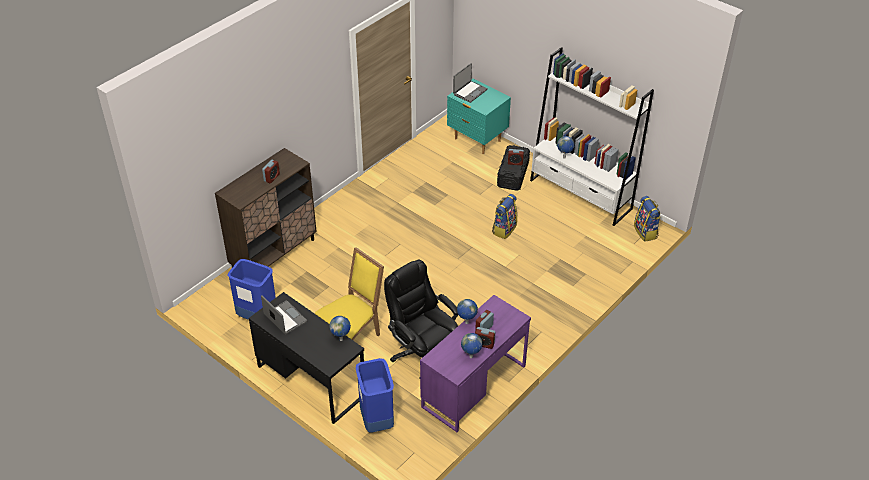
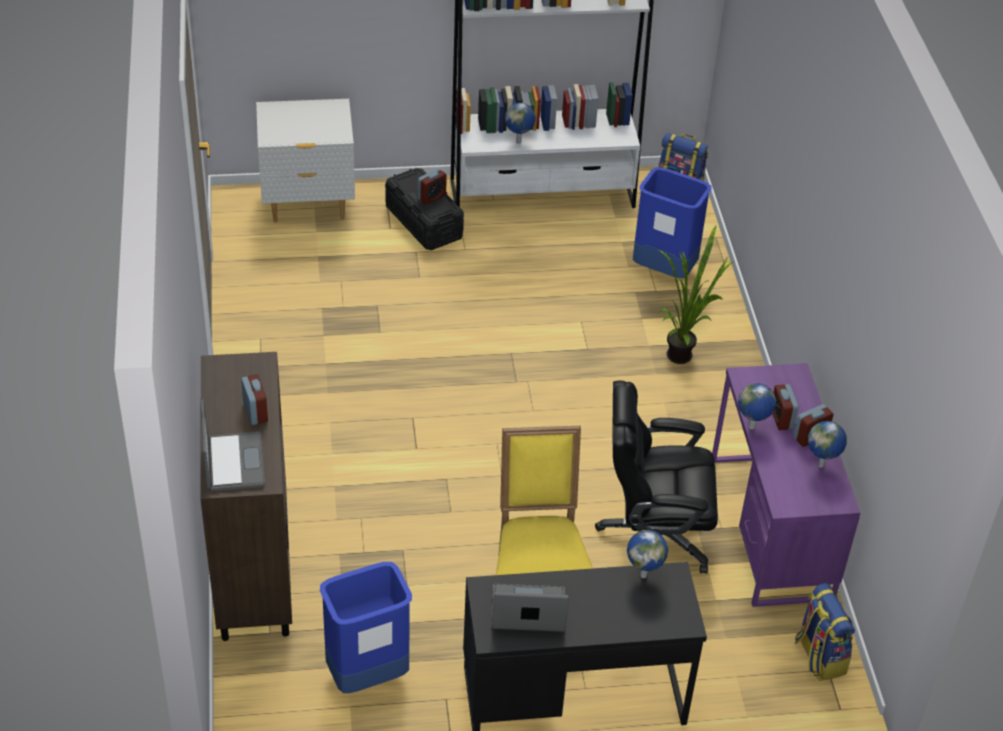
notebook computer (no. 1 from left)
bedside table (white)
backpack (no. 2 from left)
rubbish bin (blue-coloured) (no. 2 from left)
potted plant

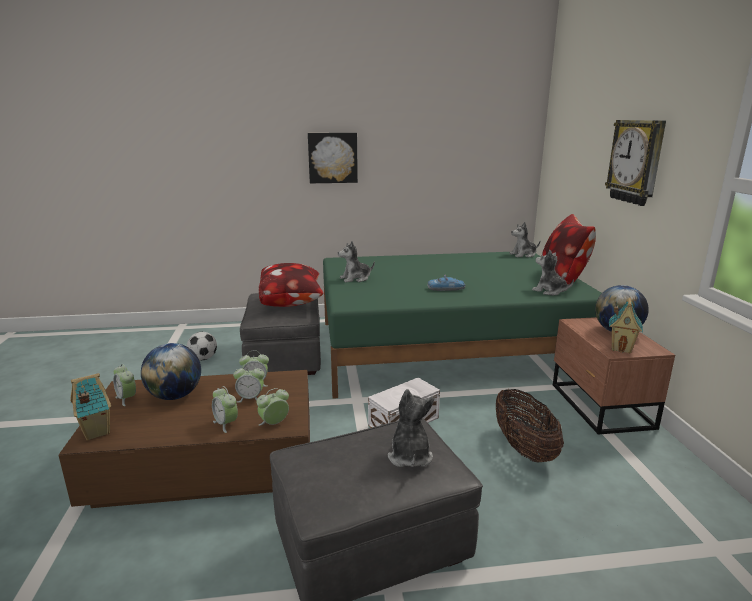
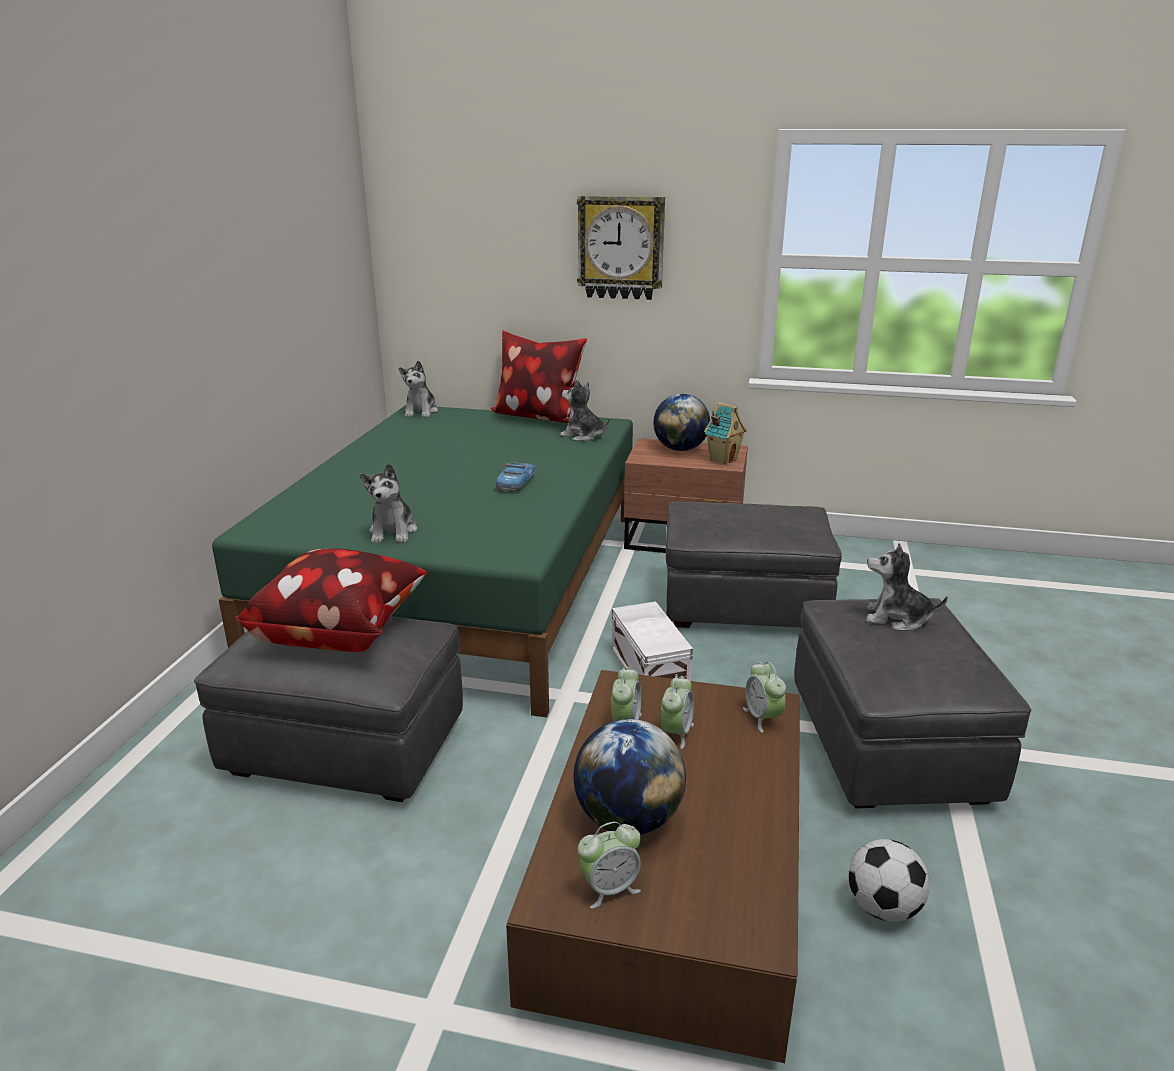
wall art
plush toy (no. 3 from left)
ball for football
miniature house (no. 1 from left in the first image)
bedside clock (no. 2 from left in the first image)
pouffe (gray) (no. 2 from left)

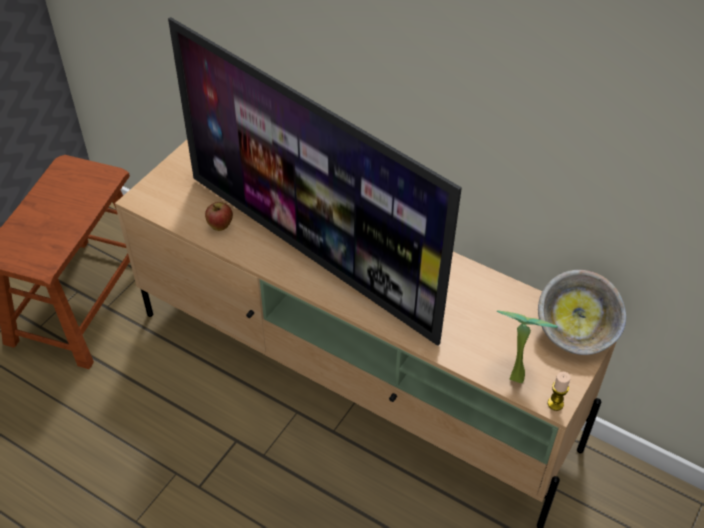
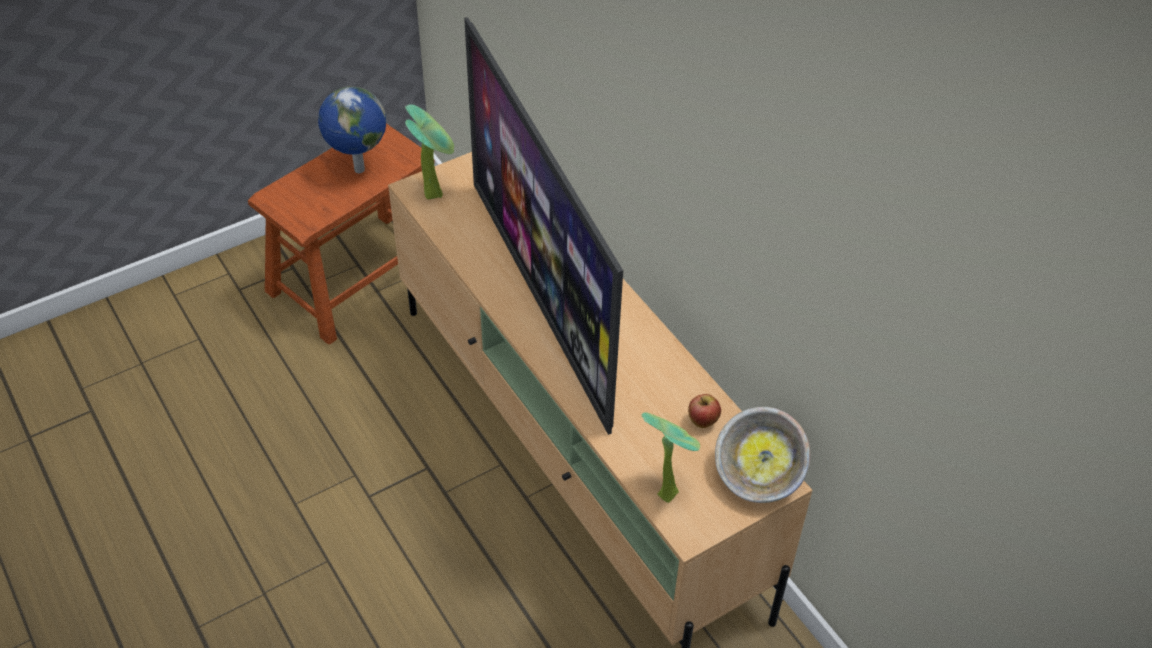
whole apple
wax candle
globe
potted plant (no. 1 from left)

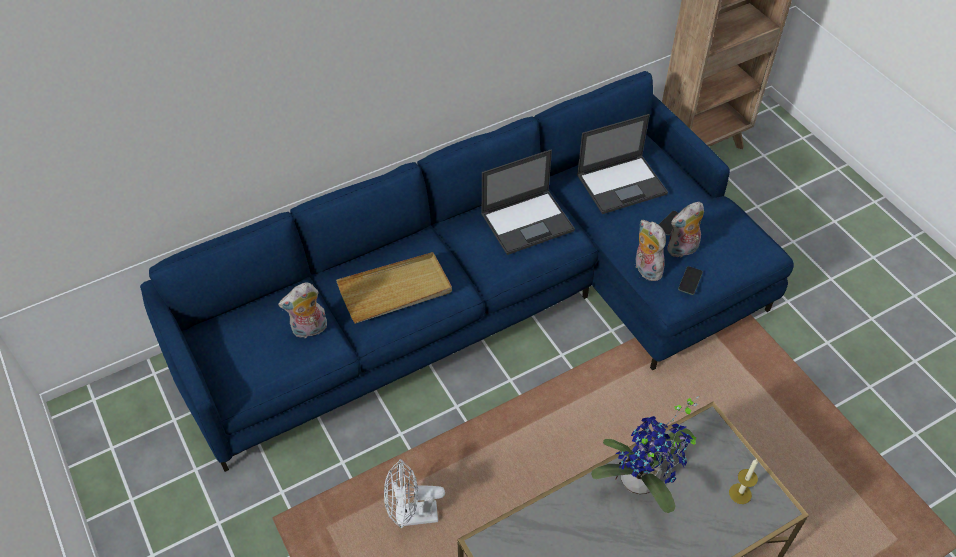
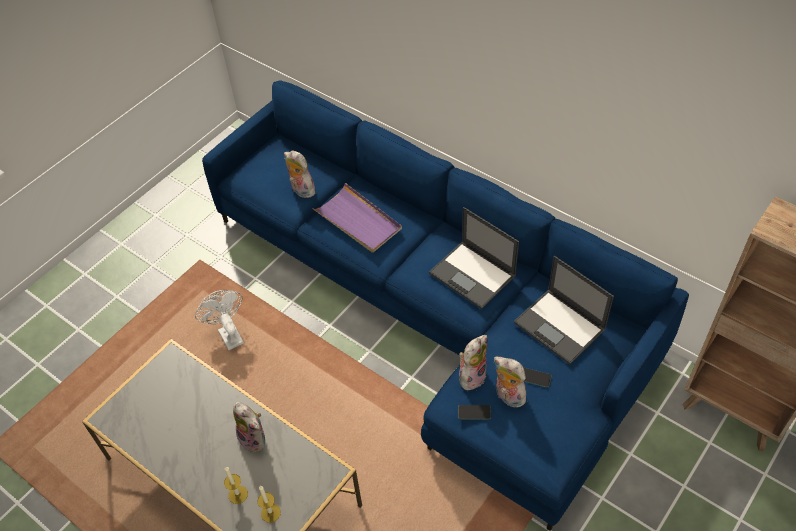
tray (purple-coloured)
plush toy (no. 1 from left)
wax candle (no. 1 from left)

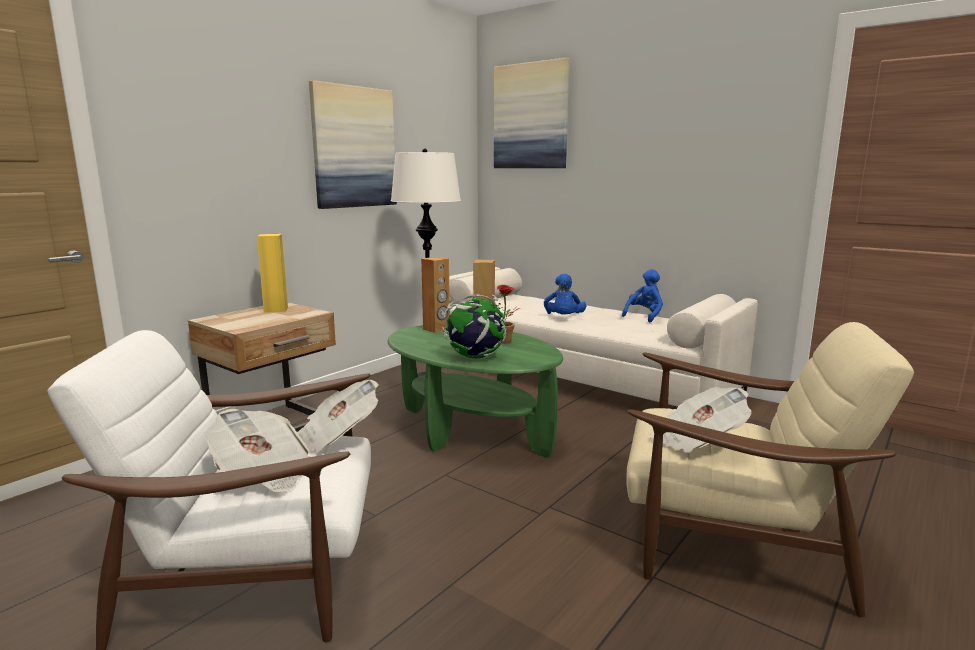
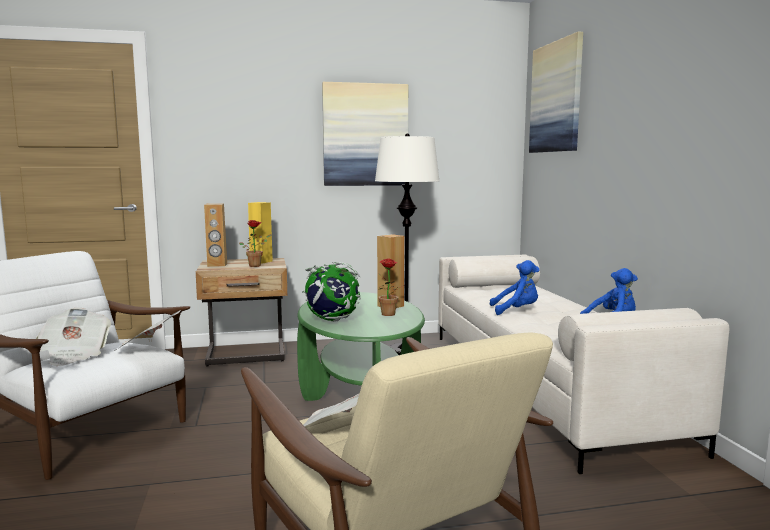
speaker (brownish) (no. 1 from left)
plush toy (blue-coloured) (no. 1 from left)
potted plant (no. 1 from left)

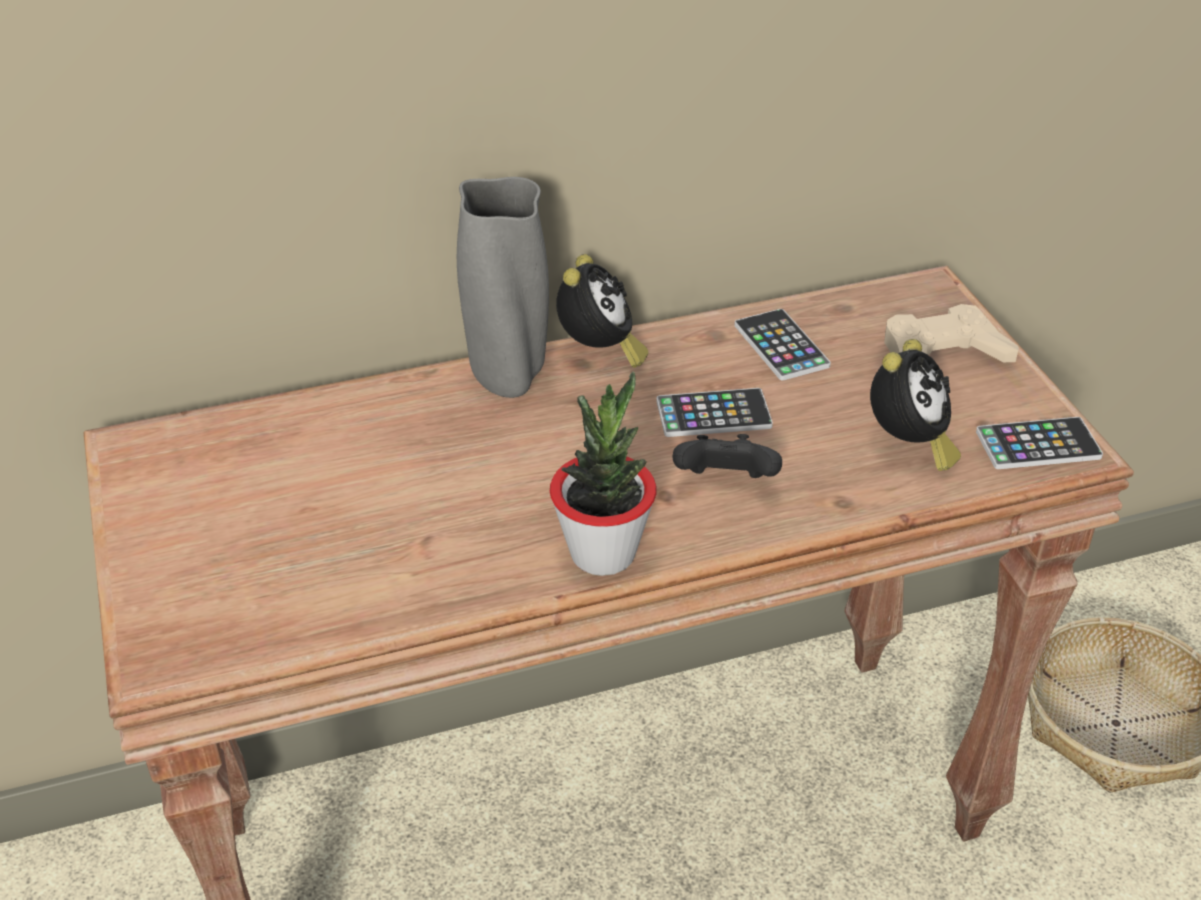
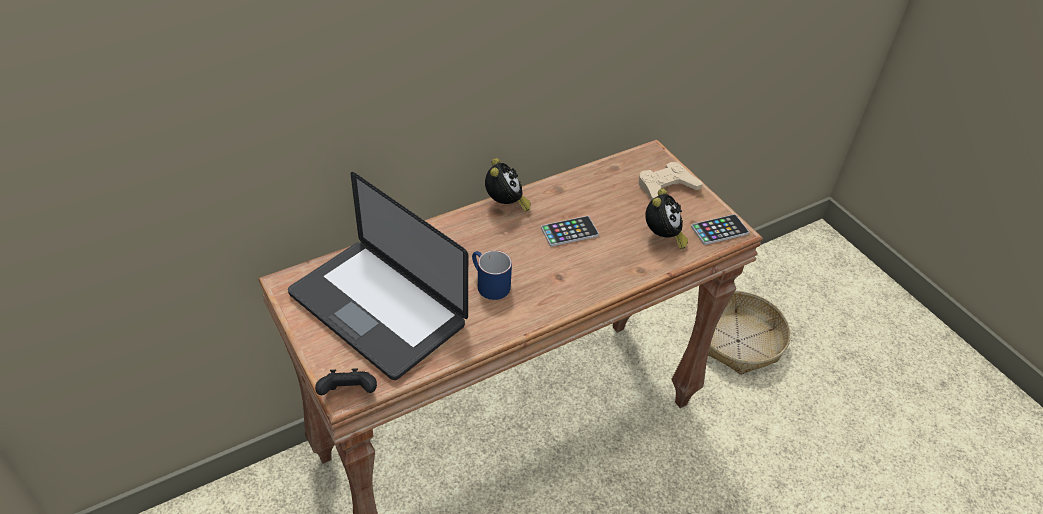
vase (gray)
handset (no. 2 from left in the first image)
potted plant
gamepad (black)
notebook computer
tea mug (blue-coloured)

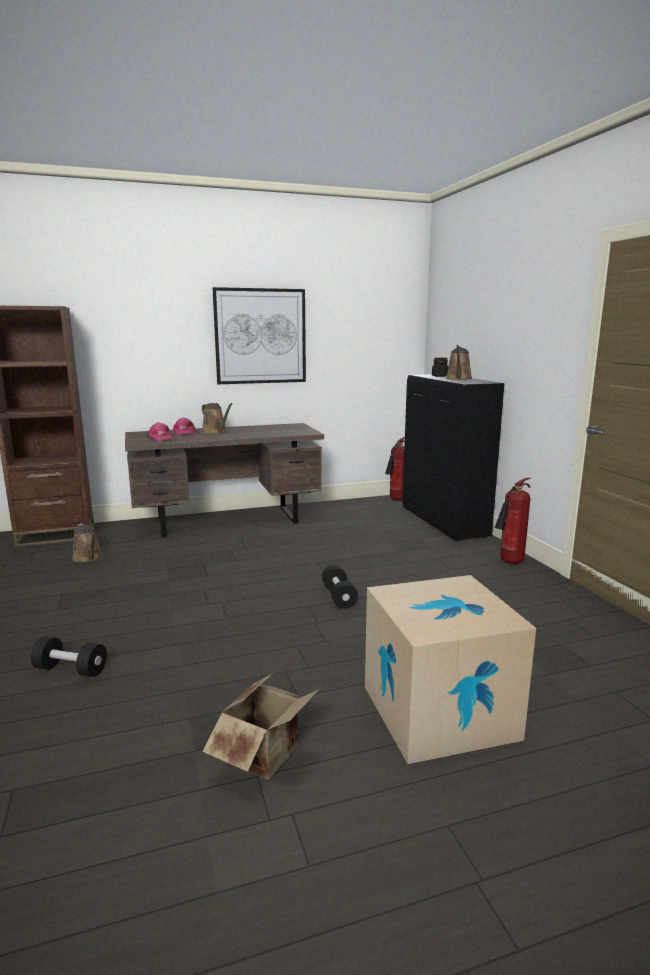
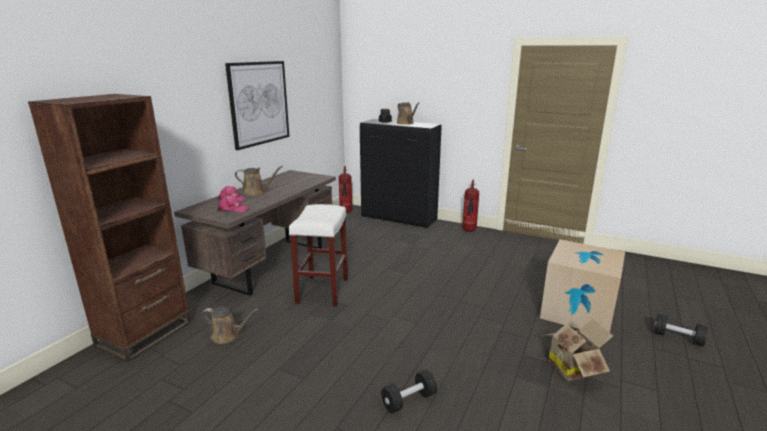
free weight (black) (no. 2 from left)
sitting stool (white)

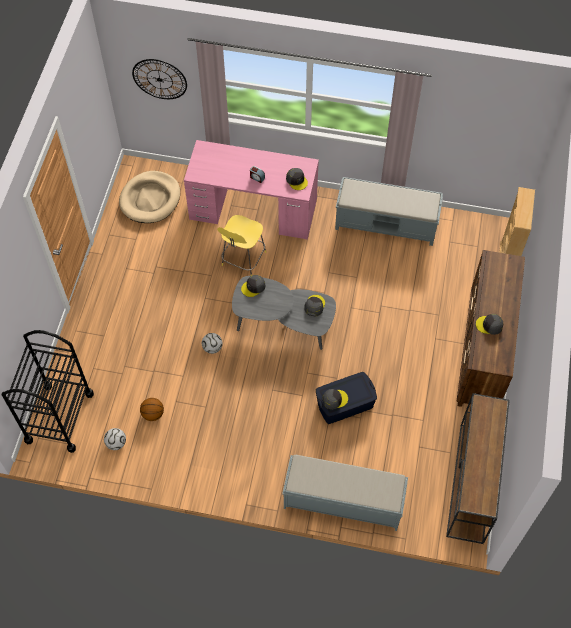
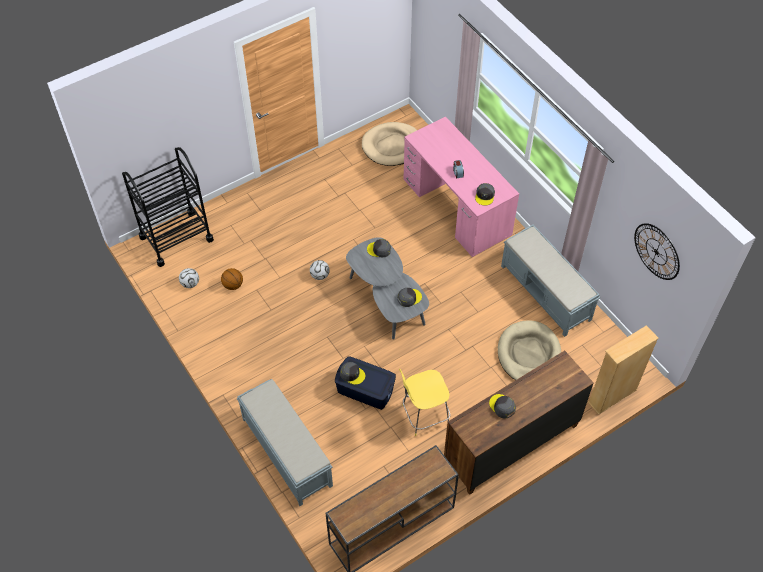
clock on the wall
sitting stool (yellowish)
dog cushion (sand-coloured) (no. 2 from left)

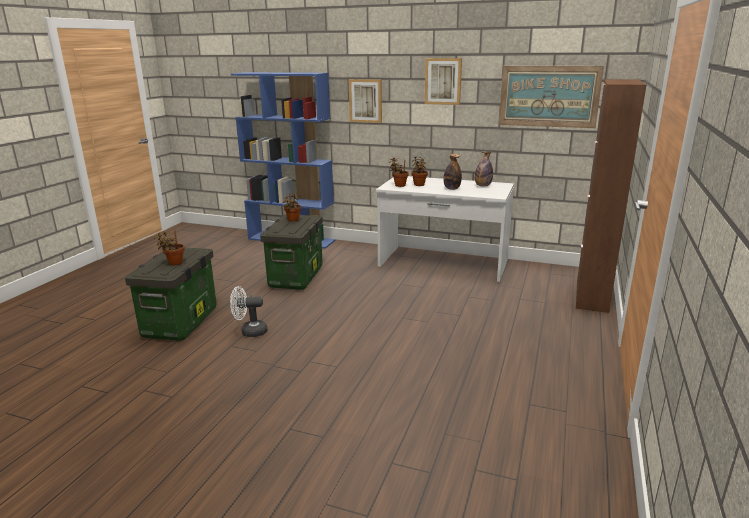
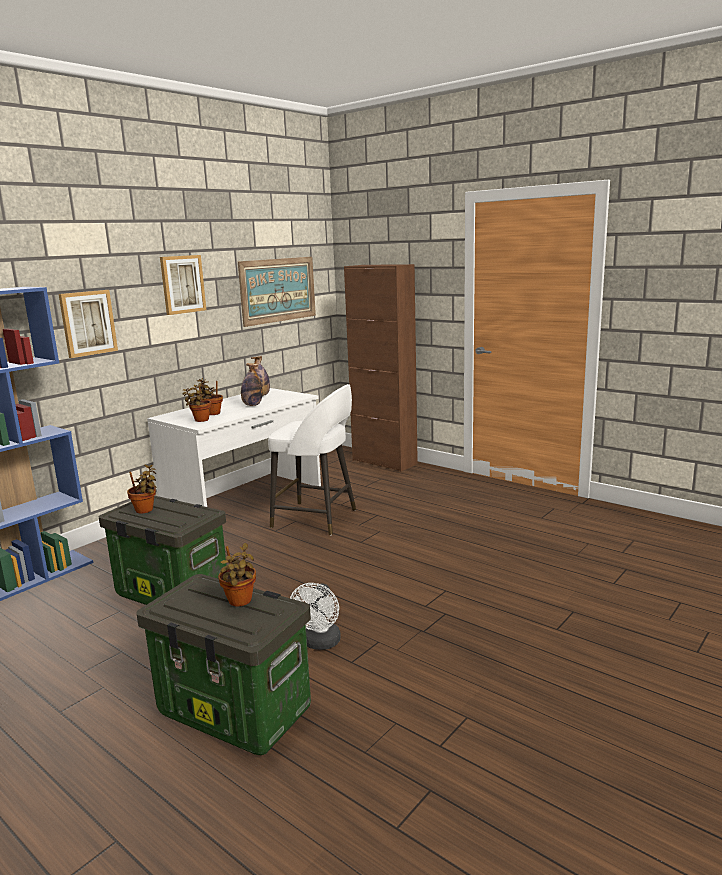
sitting stool (white)

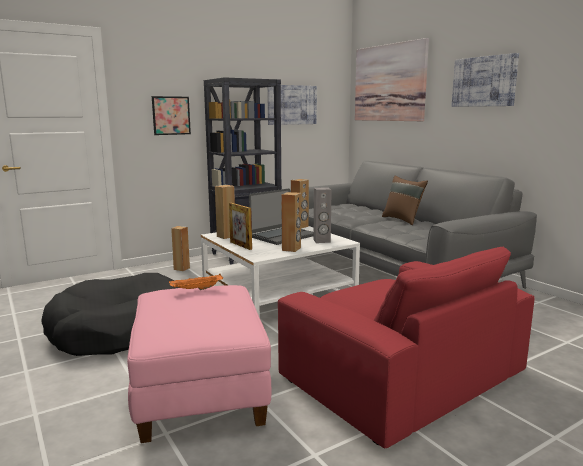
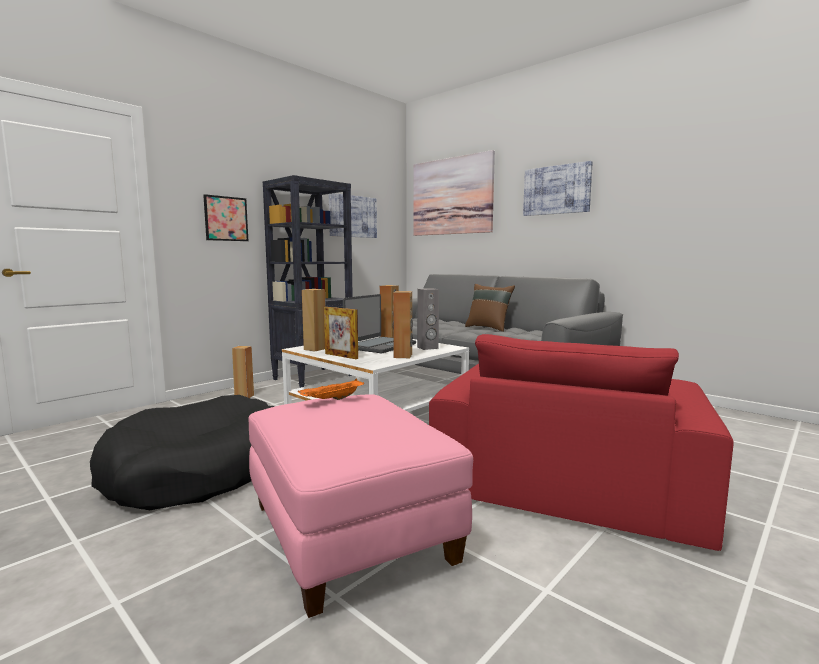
lounge chair (red-coloured)

